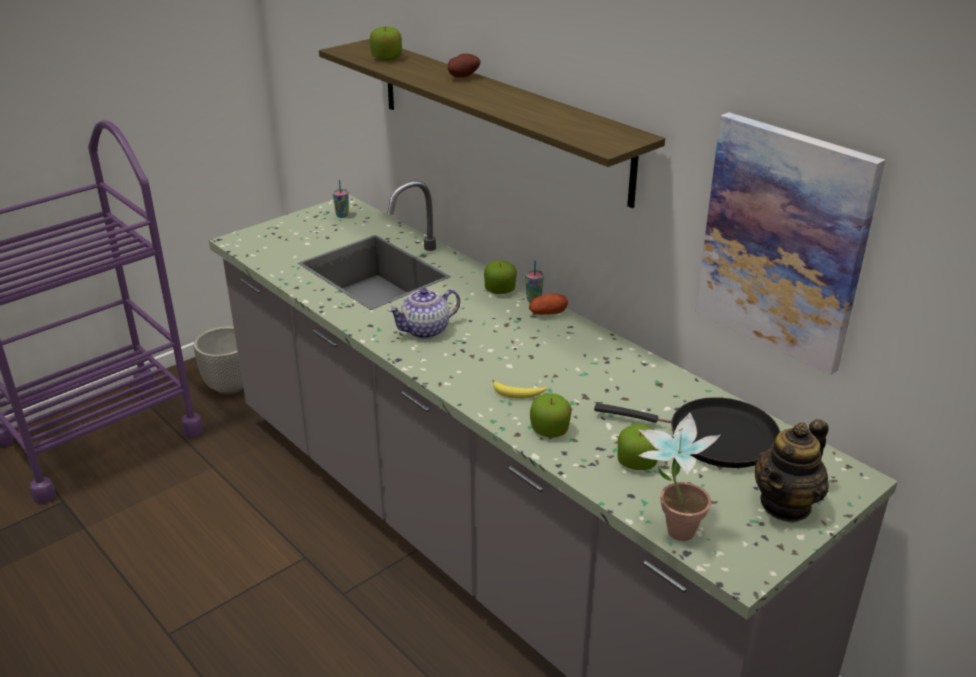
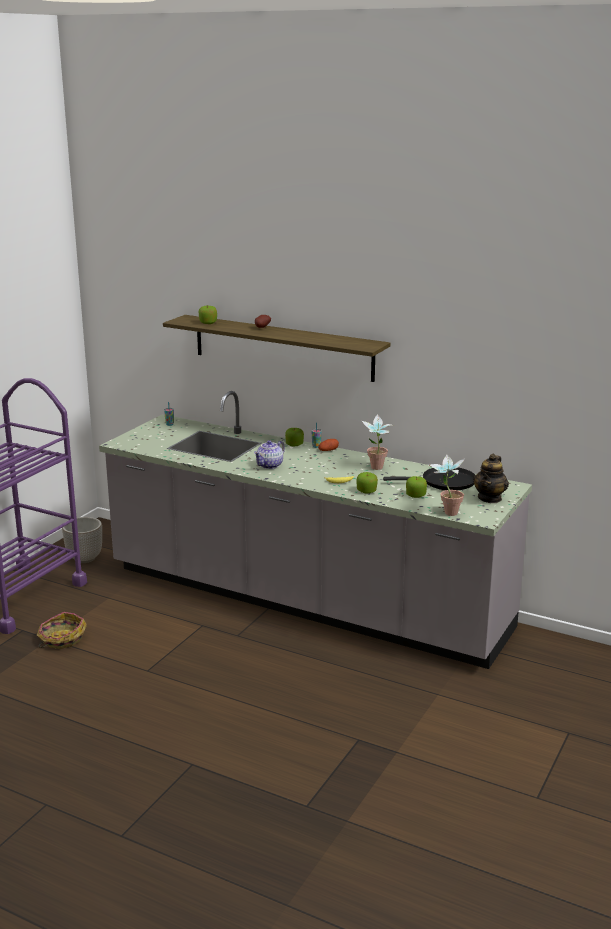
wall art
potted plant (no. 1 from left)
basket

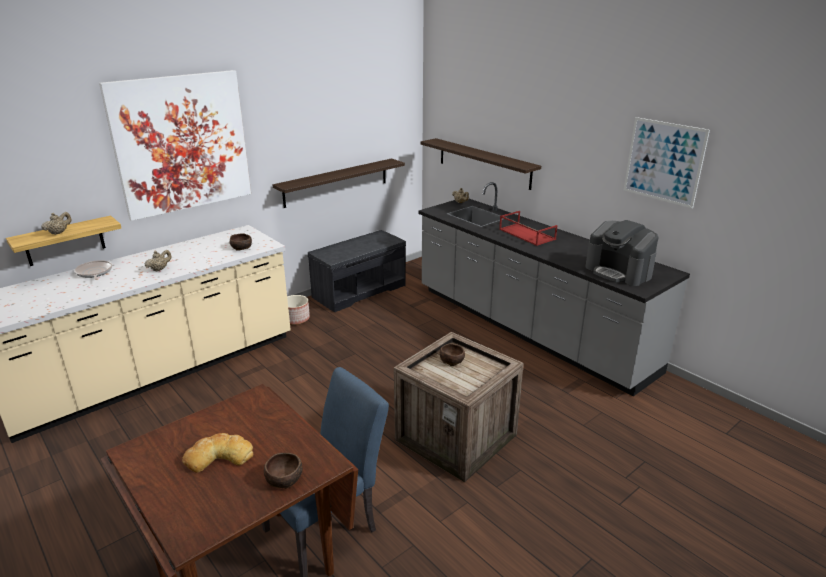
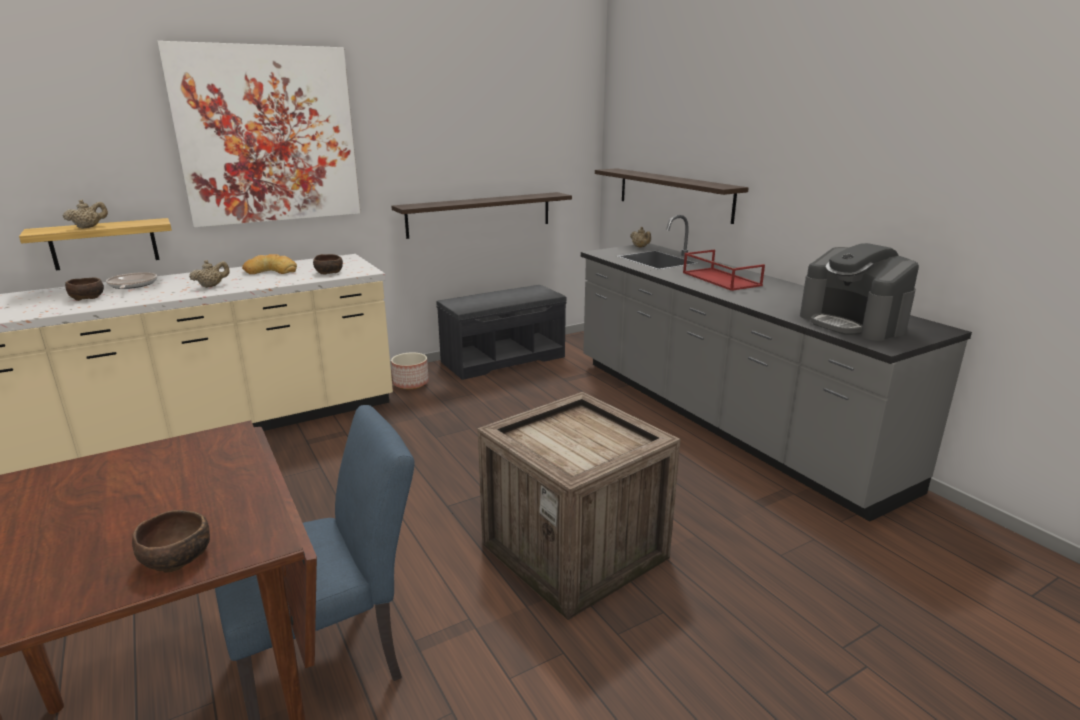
wall art (no. 2 from left in the first image)
serving bowl (brownish) (no. 1 from left)
bakery bread

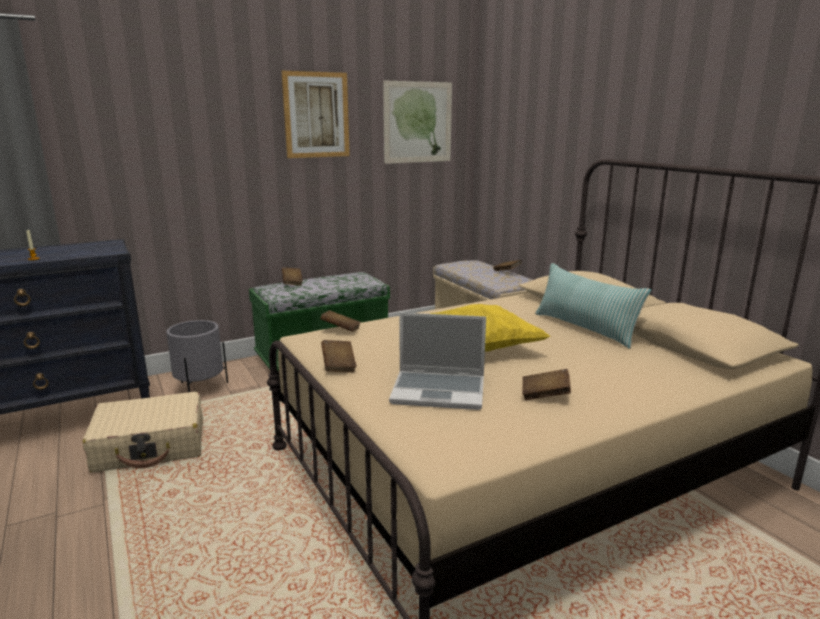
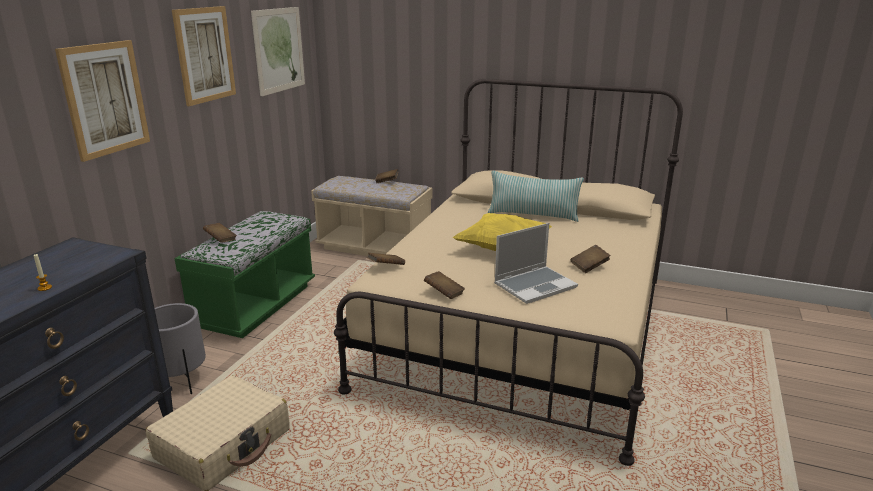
wall art (no. 1 from left)

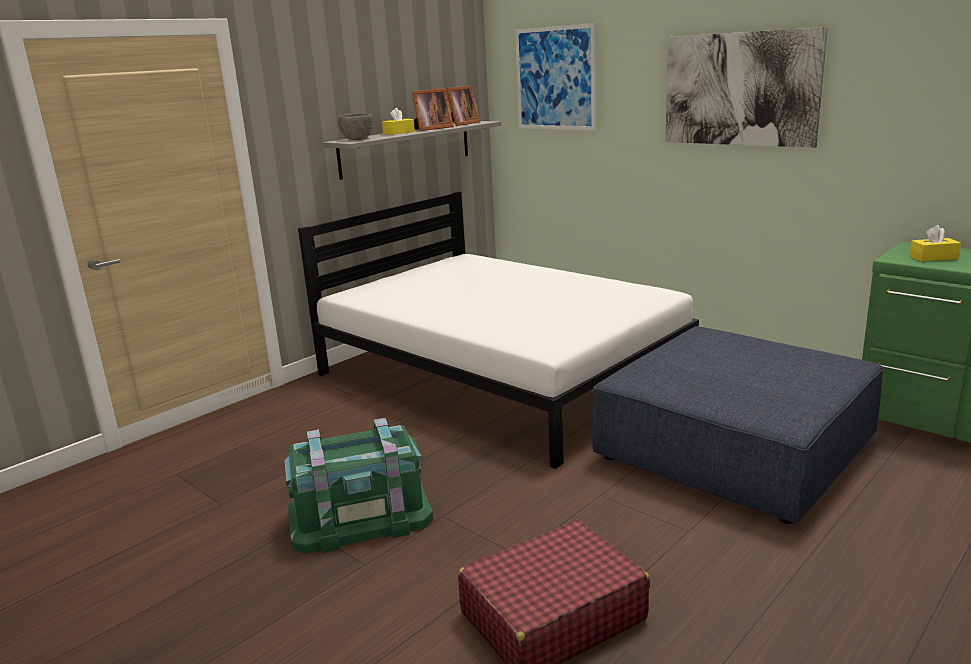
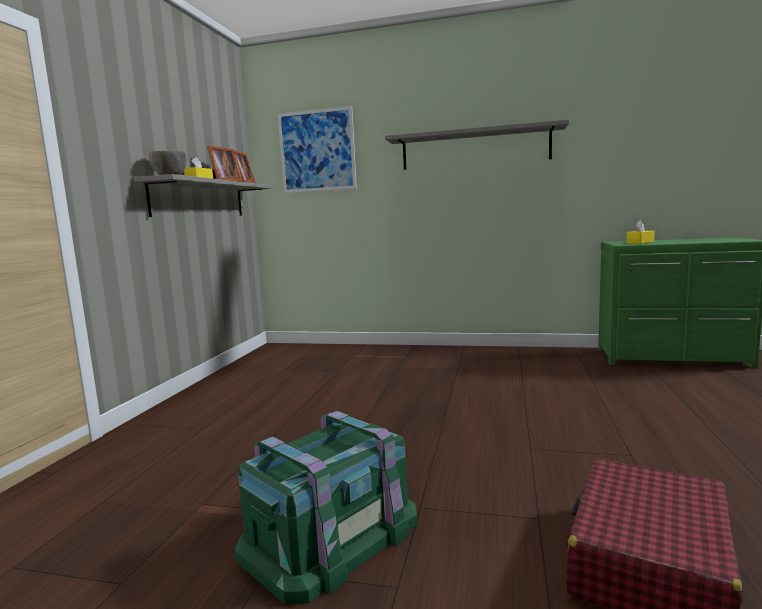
wall shelf (gray) (no. 2 from left)
bed (white)
pouffe (blue-coloured)

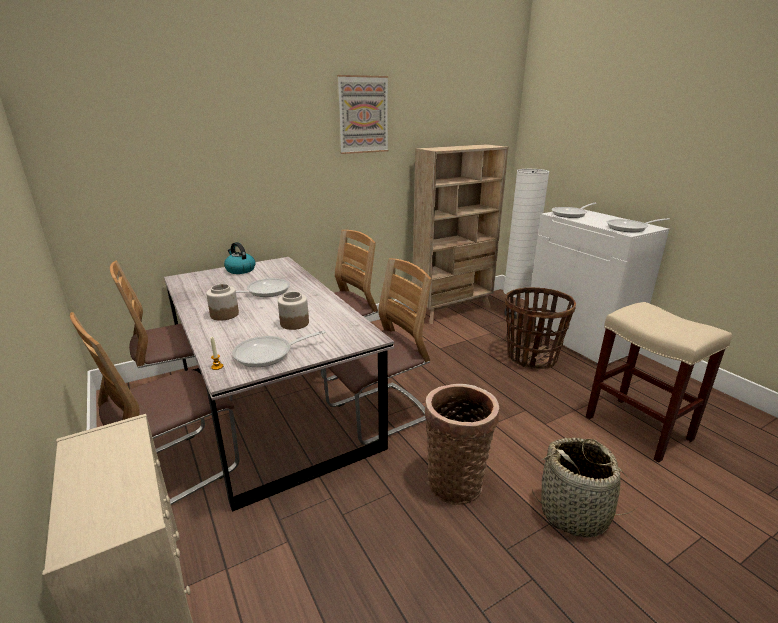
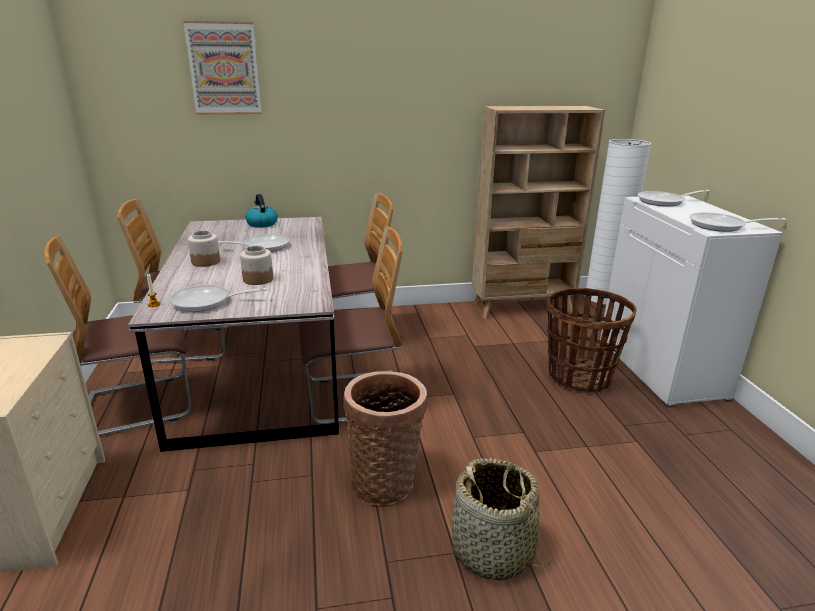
wall art
sitting stool (sand-coloured)

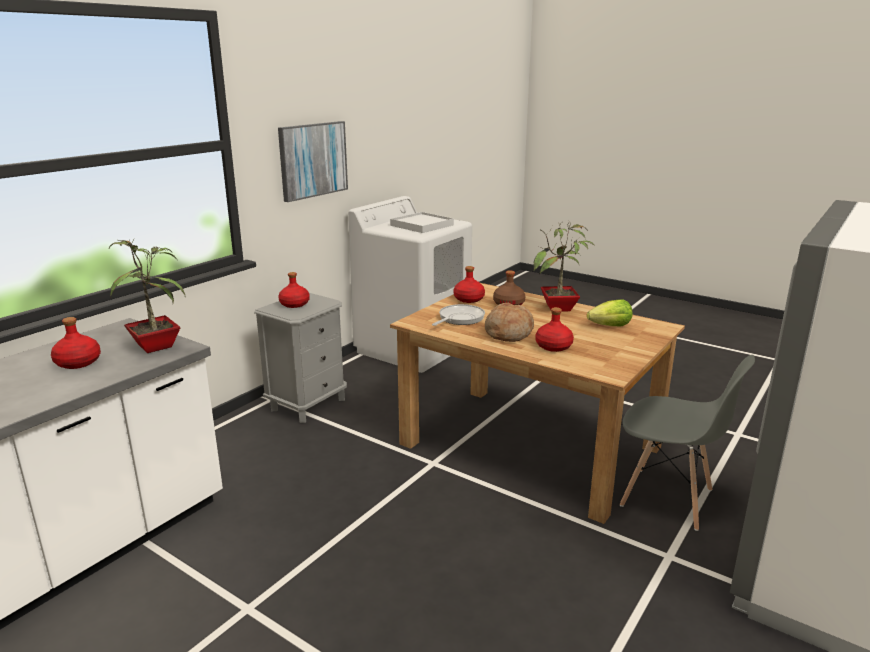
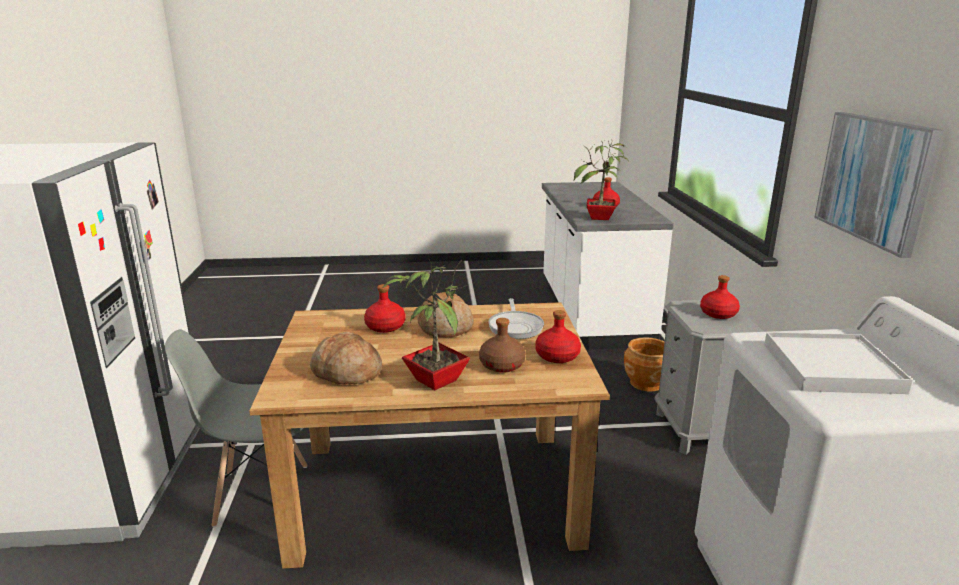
bakery bread (no. 1 from left)
planter (brownish)

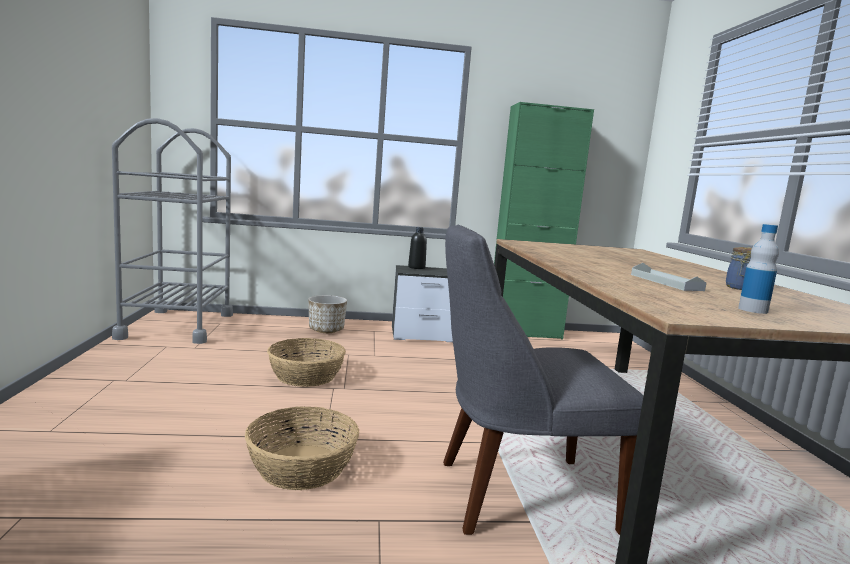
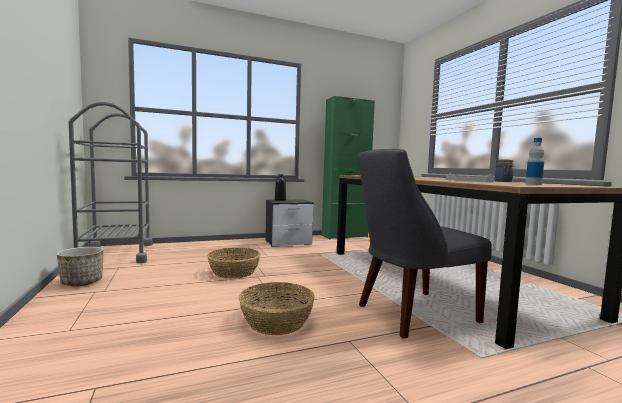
planter

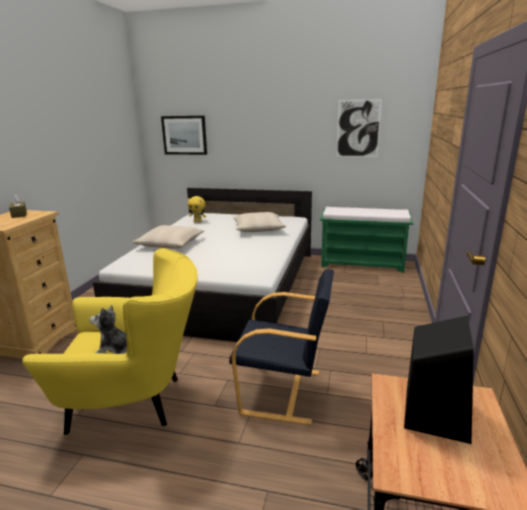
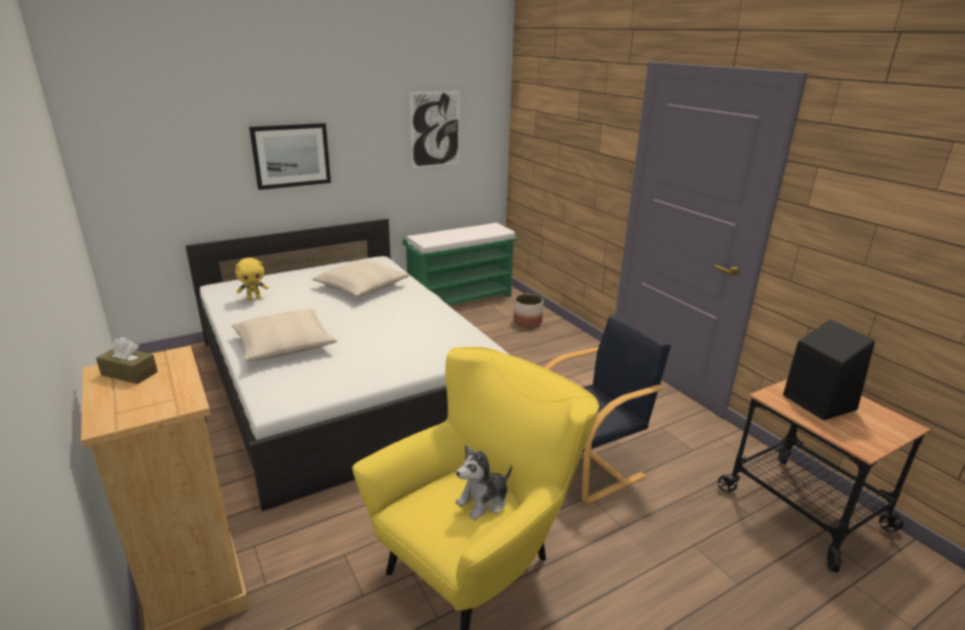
wall art (no. 1 from left)
planter

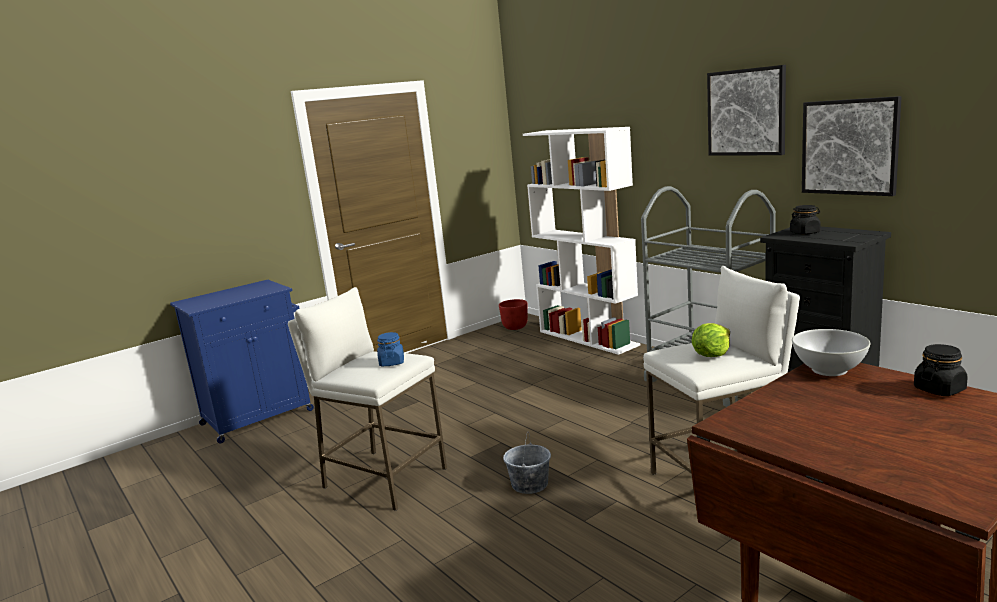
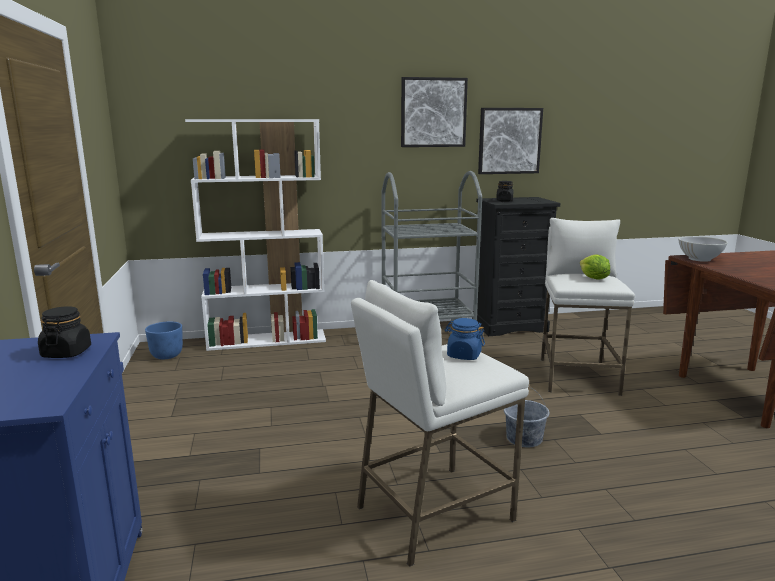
planter (blue-coloured)
storage jar (black) (no. 1 from left)

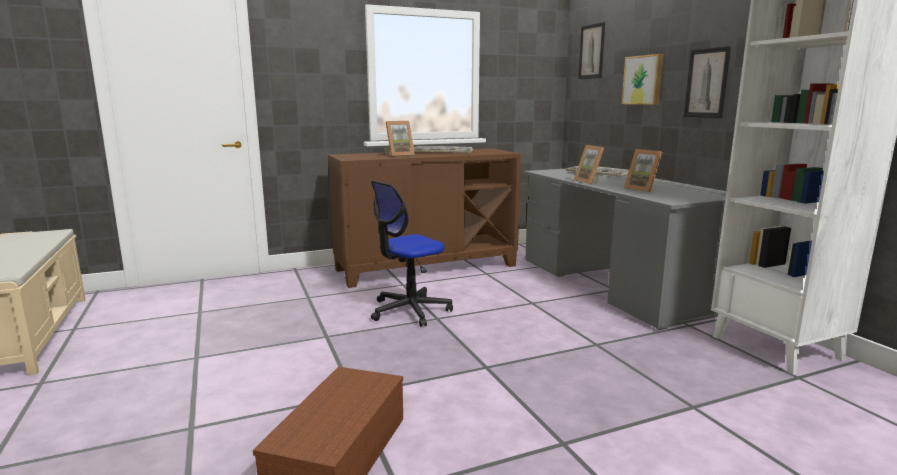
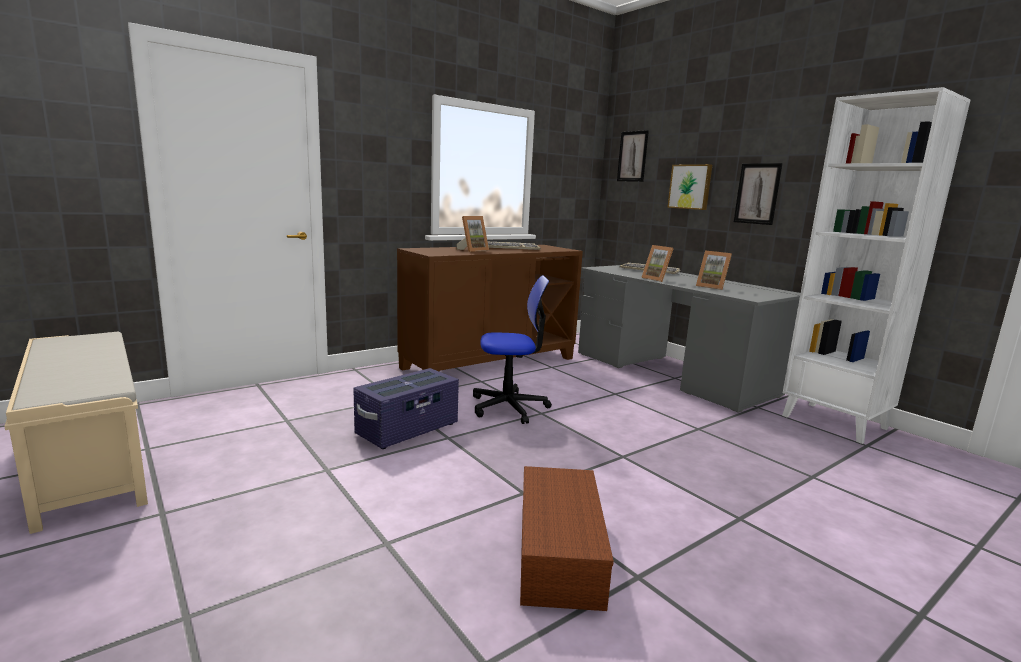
office chair
storage bin (purple-coloured)

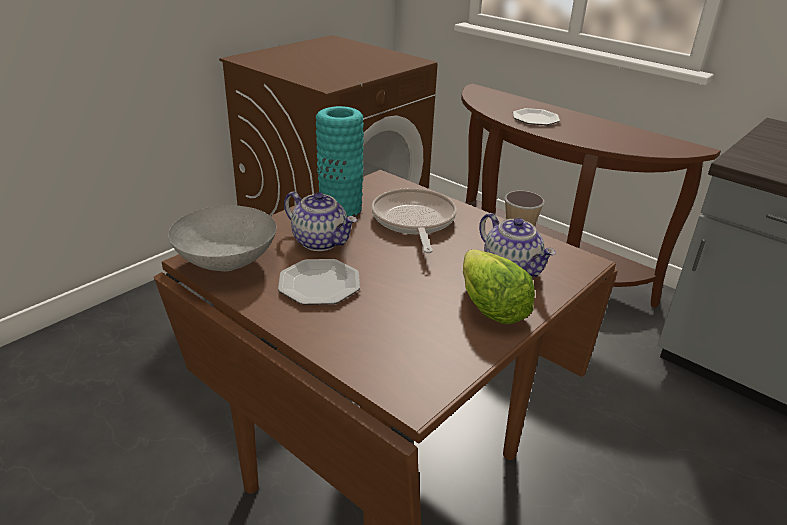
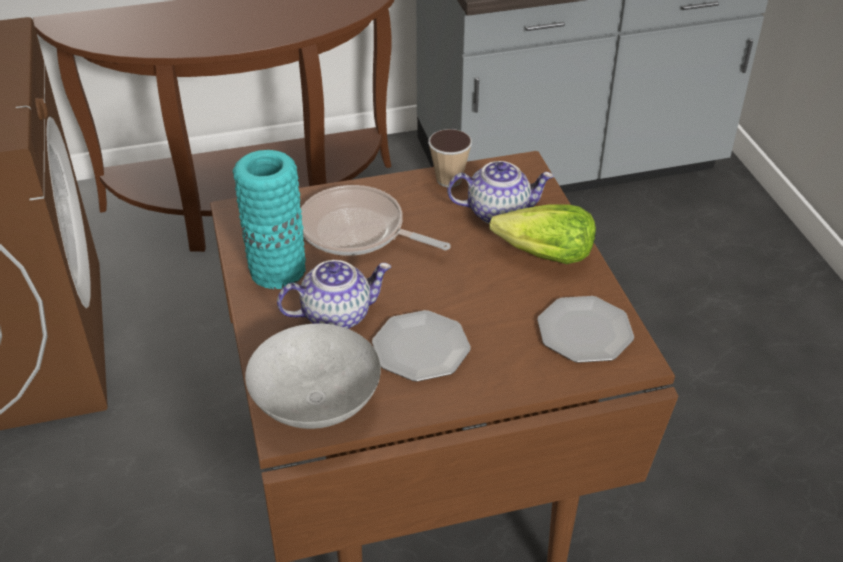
flat dish (no. 2 from left)

